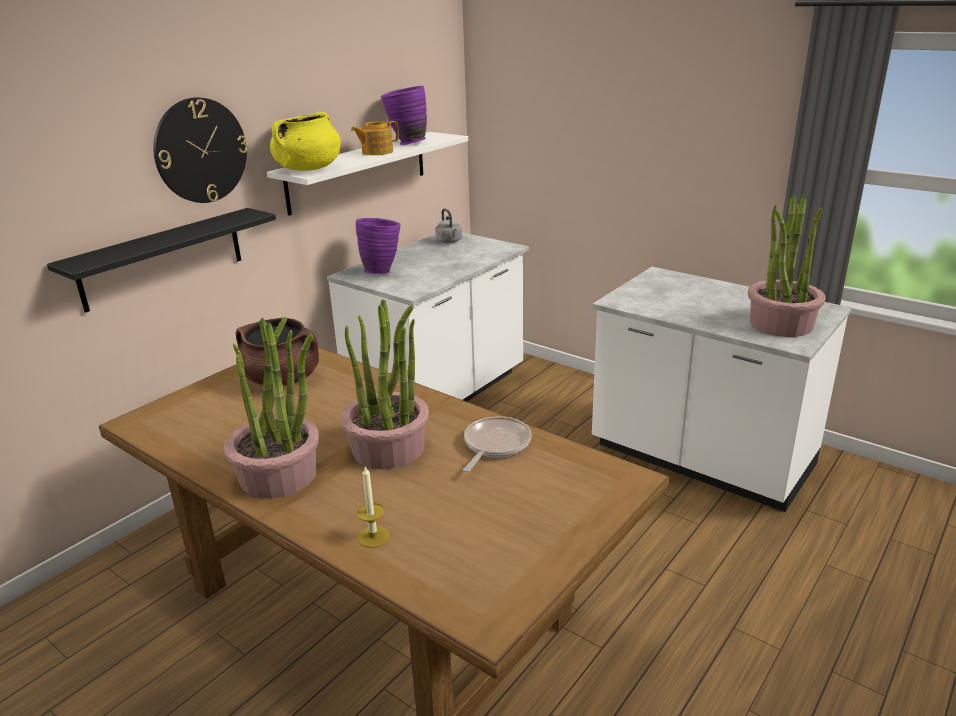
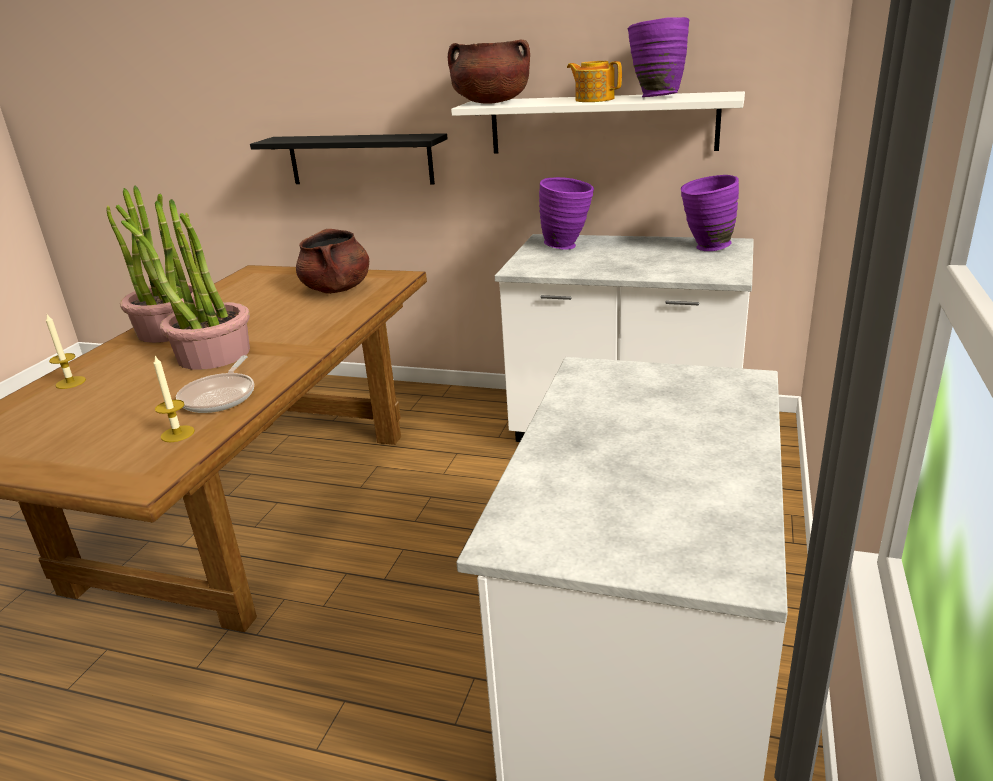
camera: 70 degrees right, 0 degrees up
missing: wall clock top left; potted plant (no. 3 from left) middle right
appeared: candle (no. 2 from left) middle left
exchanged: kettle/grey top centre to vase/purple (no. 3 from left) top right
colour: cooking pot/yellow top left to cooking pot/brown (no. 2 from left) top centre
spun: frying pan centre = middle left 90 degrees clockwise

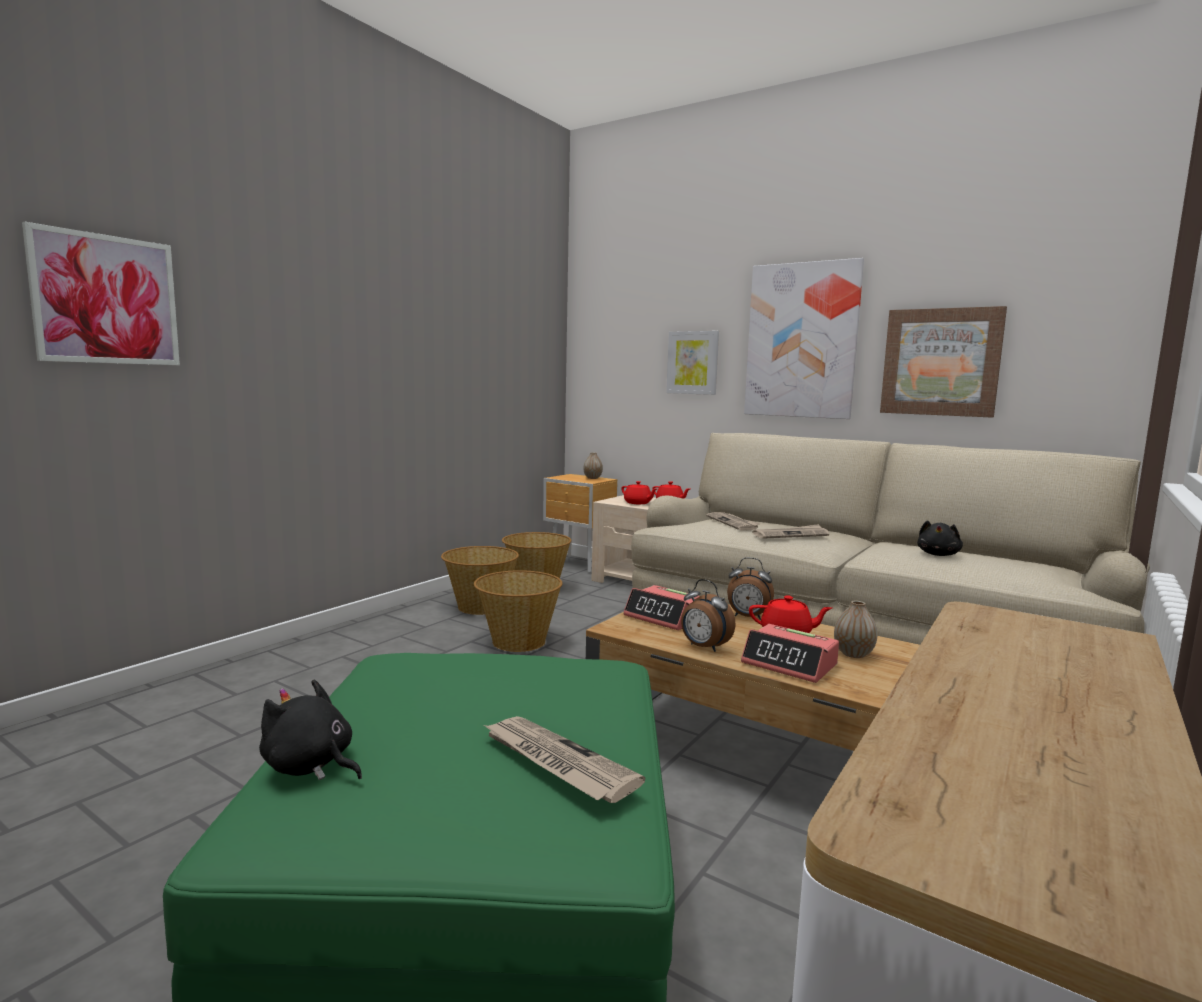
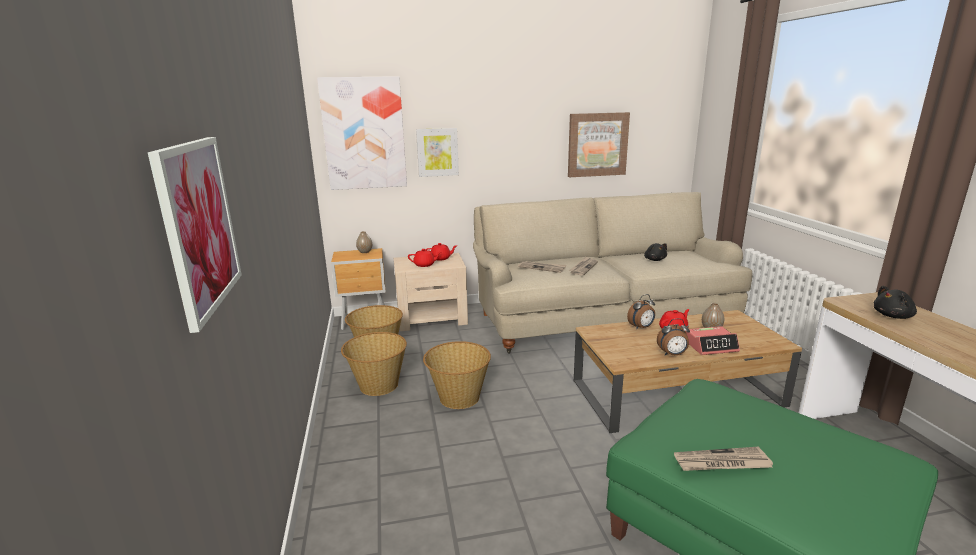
camera: 45 degrees left, 10 degrees up
missing: alarm clock (no. 1 from left) centre
relocated: plush toy/black (no. 1 from left in the first image) bottom left to plush toy/black (no. 2 from left) middle right; newspaper (no. 1 from left in the first image) bottom centre to newspaper (no. 3 from left) bottom right; picture (no. 3 from left in the first image) middle right to picture (no. 2 from left) top centre

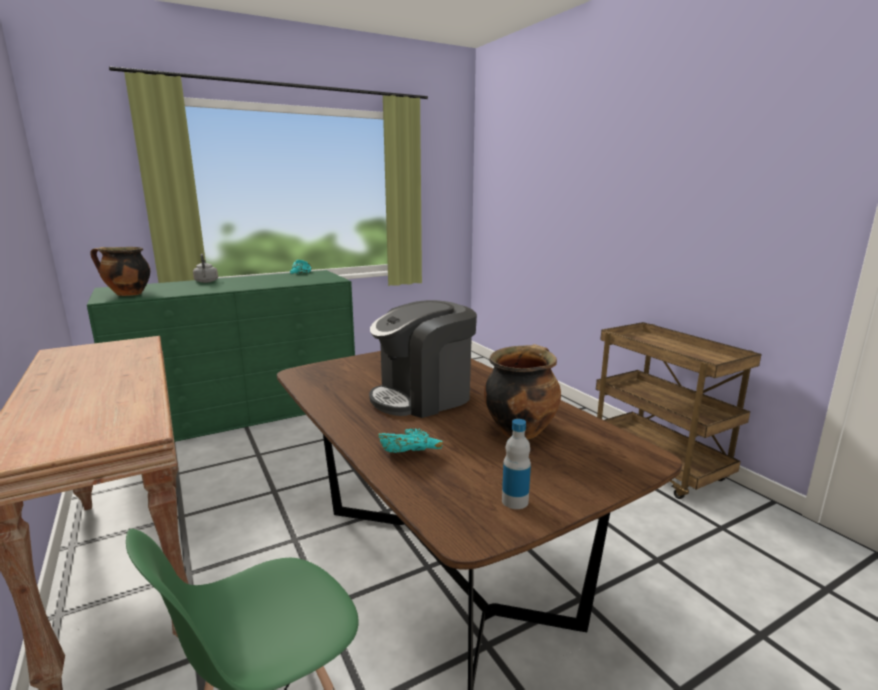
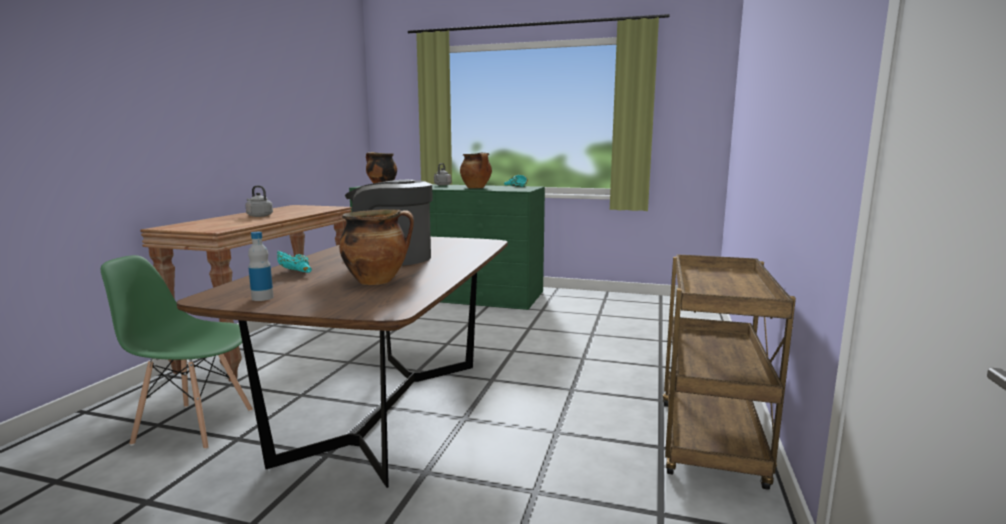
camera: 45 degrees right, 5 degrees down
appeared: kettle/grey (no. 1 from left) middle left; cooking pot (no. 3 from left) top centre

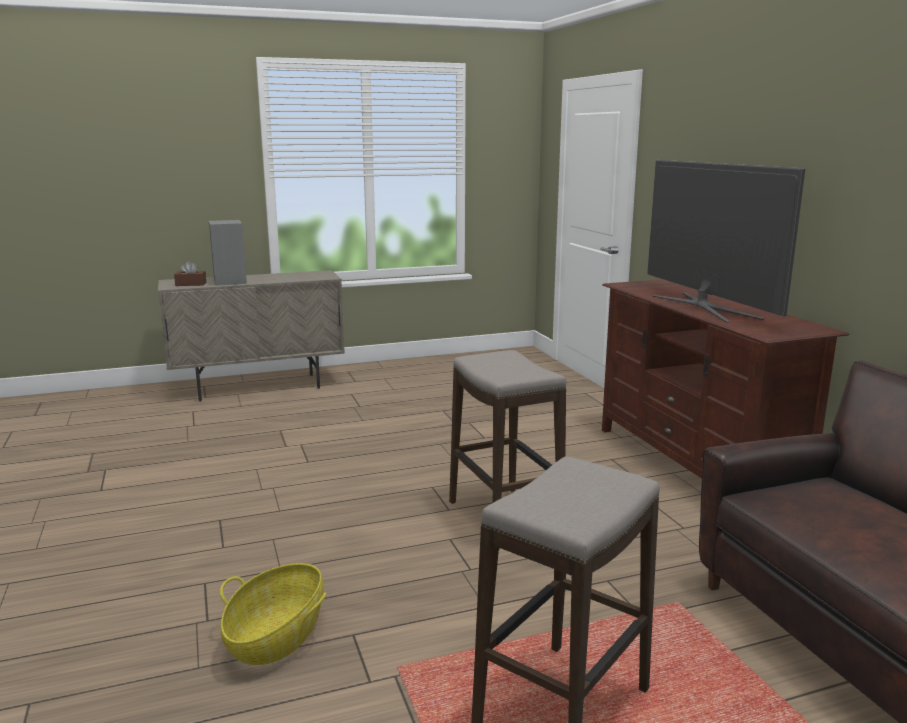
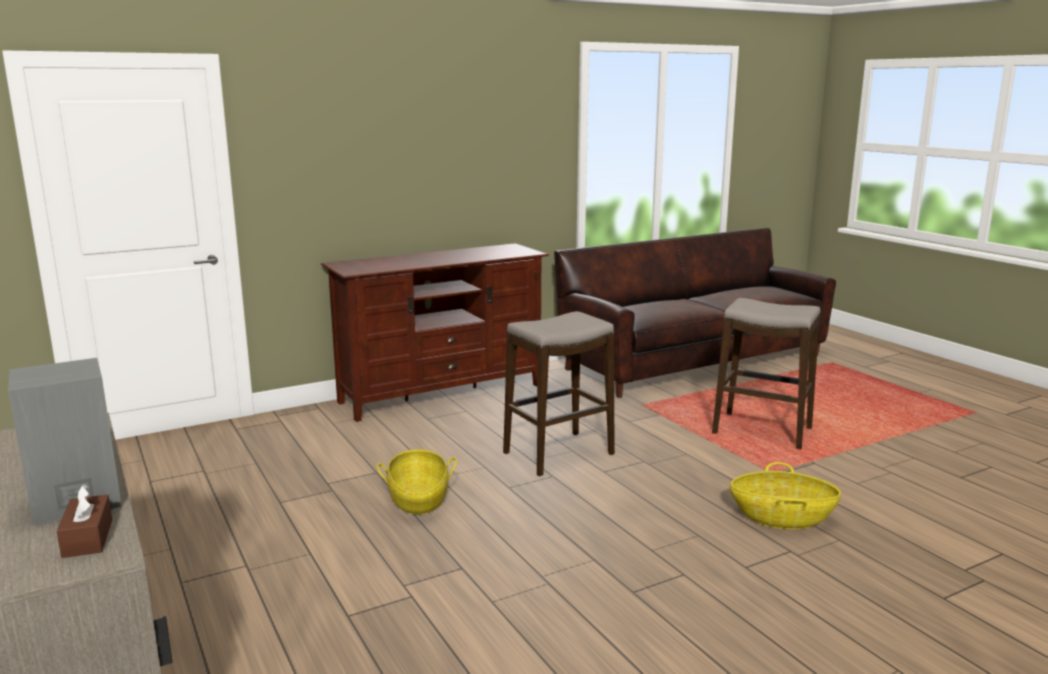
camera: 100 degrees left, 0 degrees up
missing: television middle right
appeared: basket (no. 1 from left) bottom centre

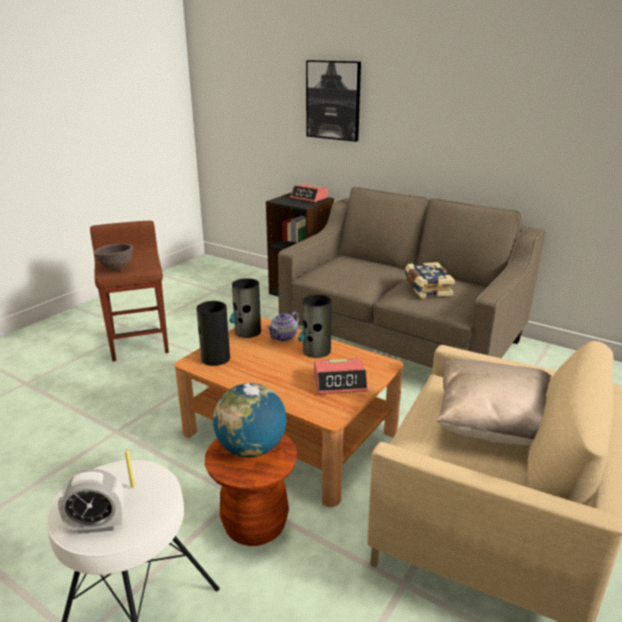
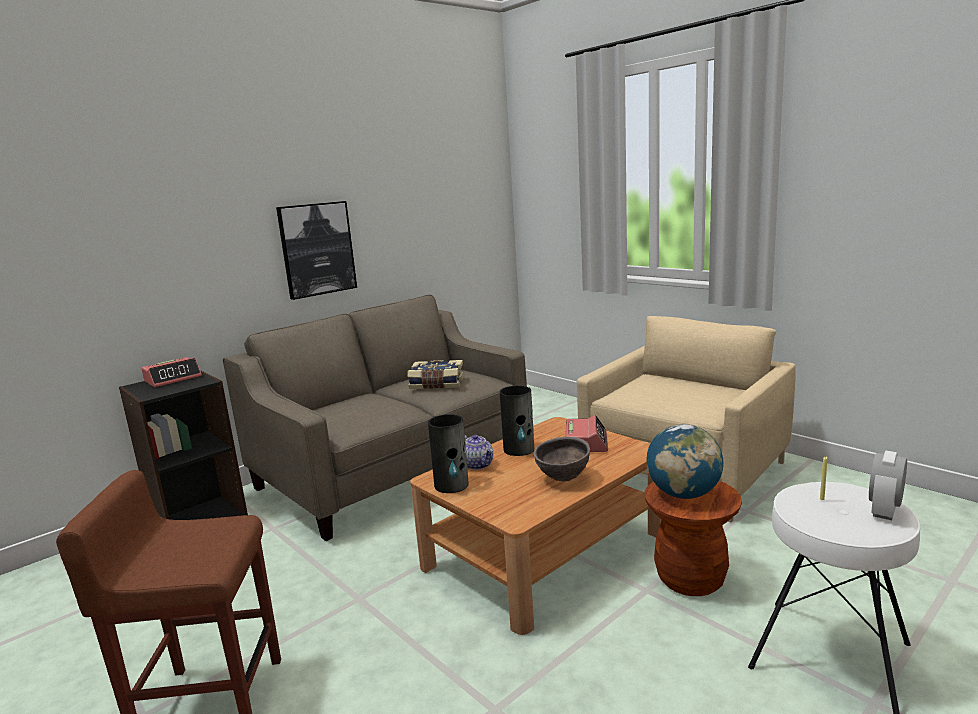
camera: 75 degrees left, 10 degrees down
missing: vase (no. 1 from left) centre; pillow/beige middle right
relocated: bowl/brown middle left to centre; picture top centre to middle left
spun: alarm clock (no. 1 from left in the first image) bottom left = bottom right 150 degrees counterclockwise

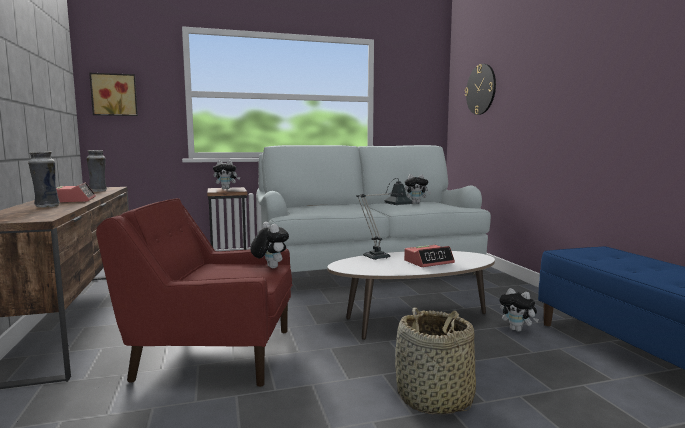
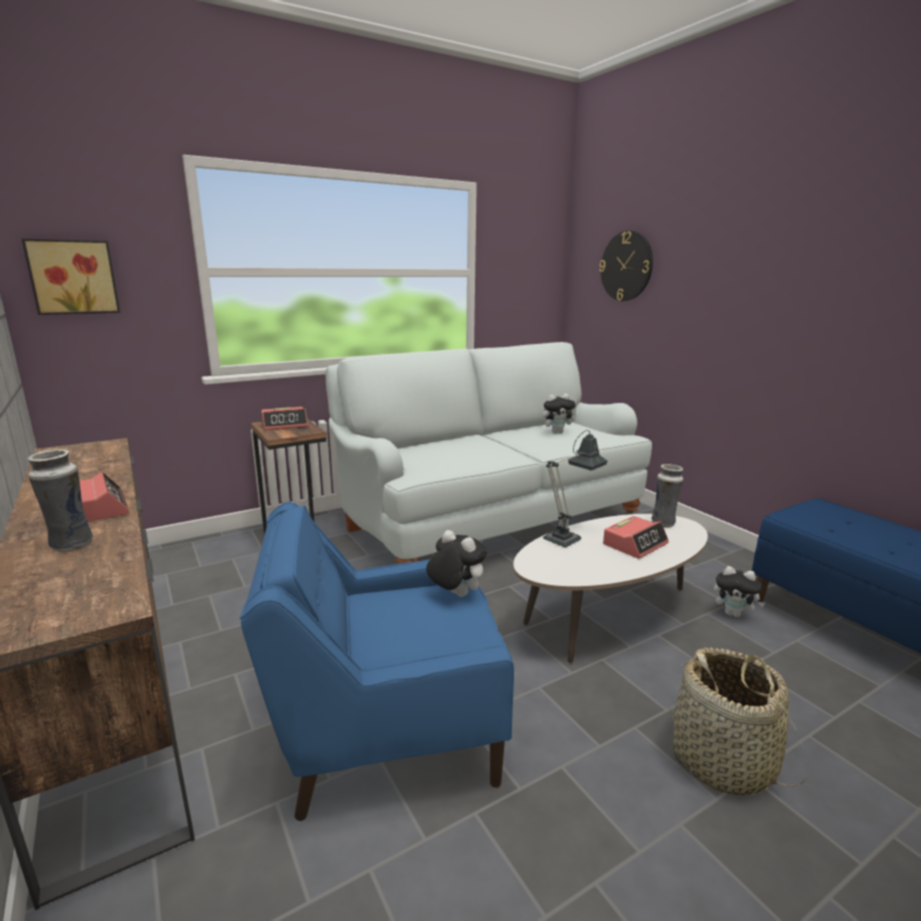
camera: 15 degrees left, 10 degrees up
relocated: vase (no. 2 from left) middle left to middle right
exchanged: plush toy (no. 1 from left) middle left to alarm clock (no. 2 from left) middle left
colour: armchair/red bottom left to armchair/blue bottom centre

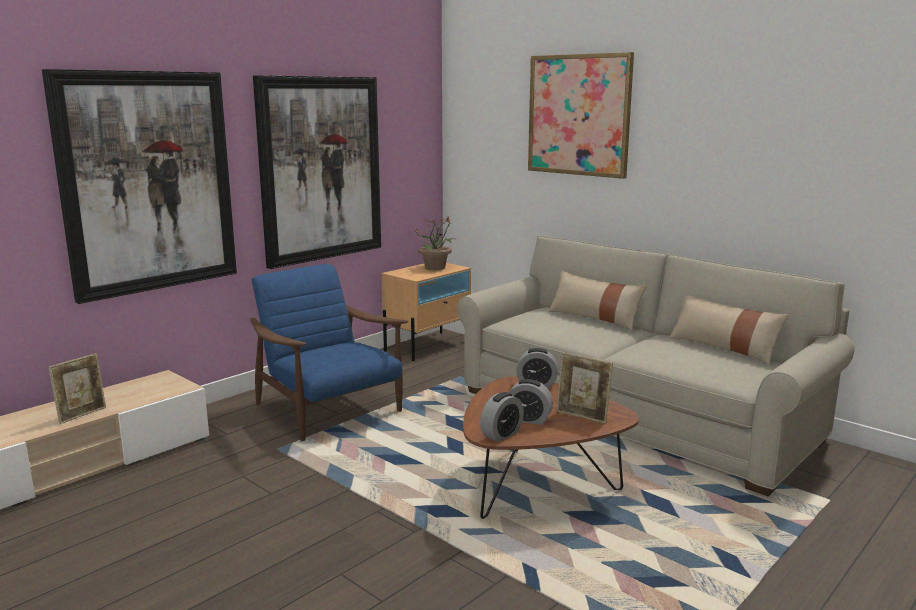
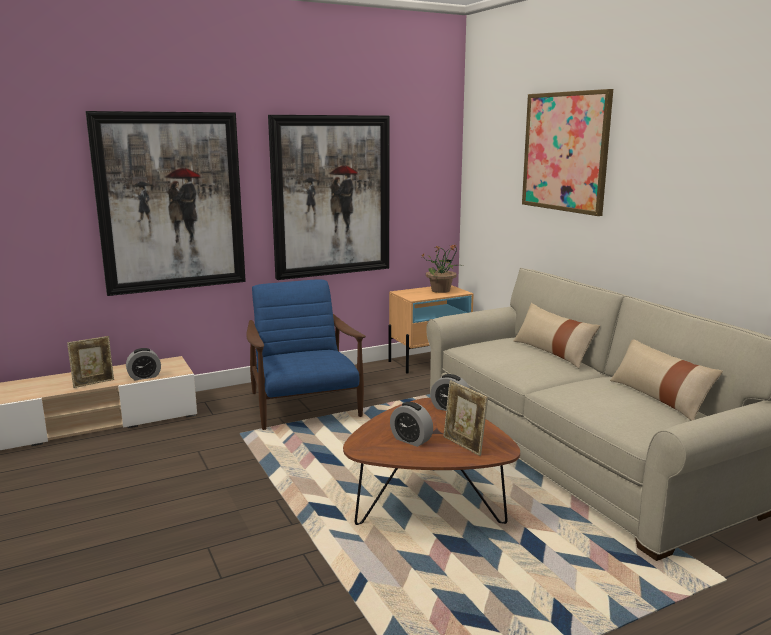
camera: 20 degrees right, 0 degrees up
relocated: alarm clock (no. 1 from left) bottom centre to middle left

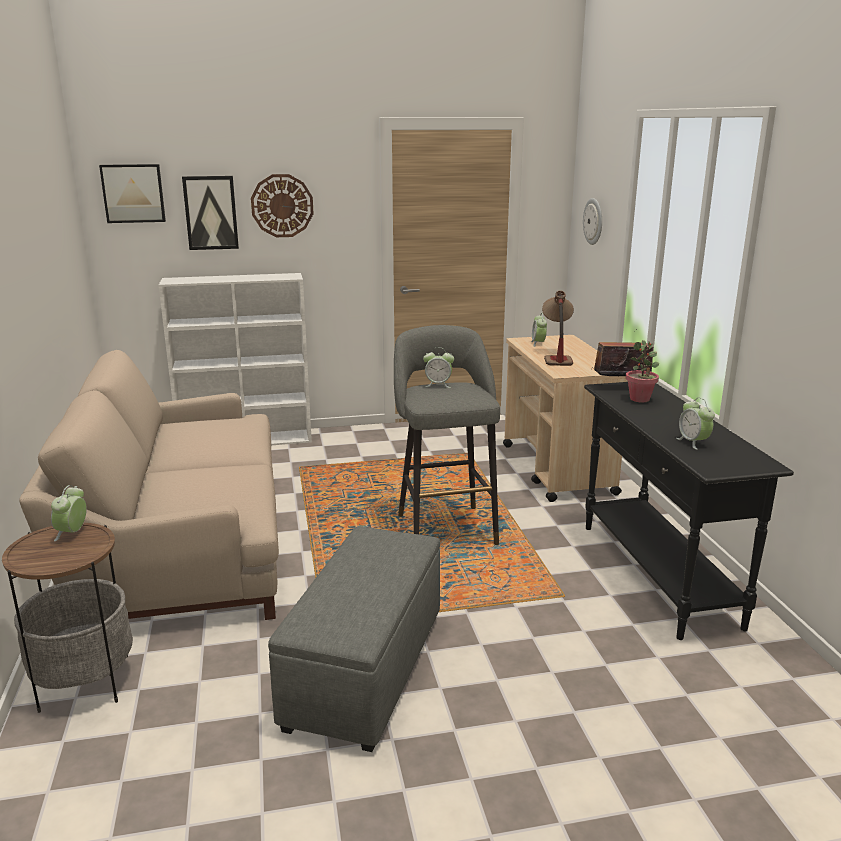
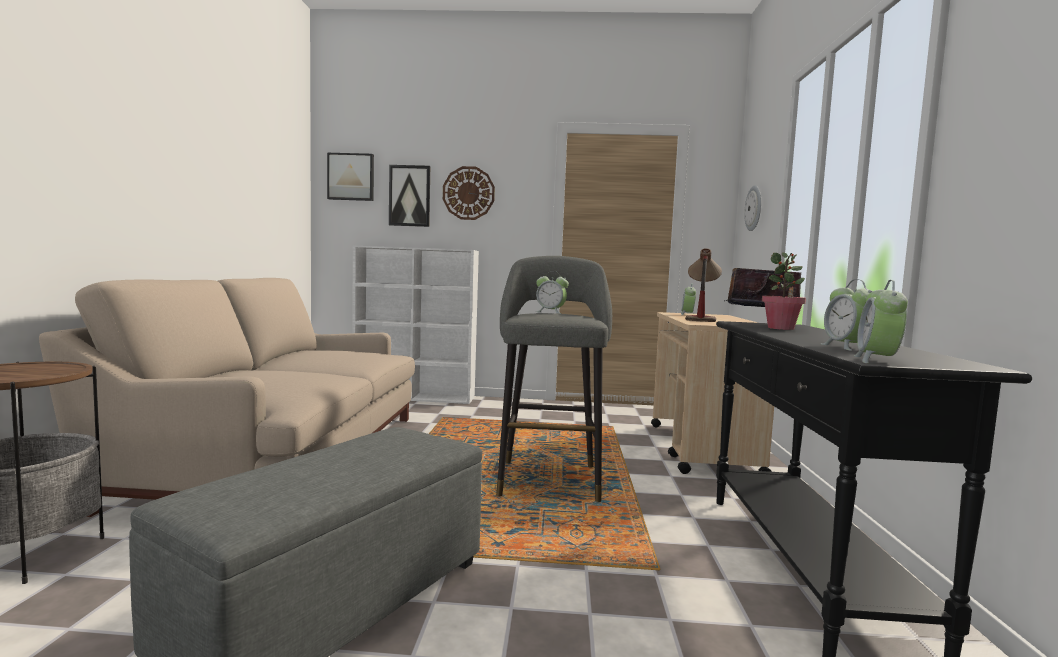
camera: 15 degrees right, 15 degrees down
relocated: alarm clock (no. 1 from left in the first image) middle left to alarm clock (no. 4 from left) middle right

